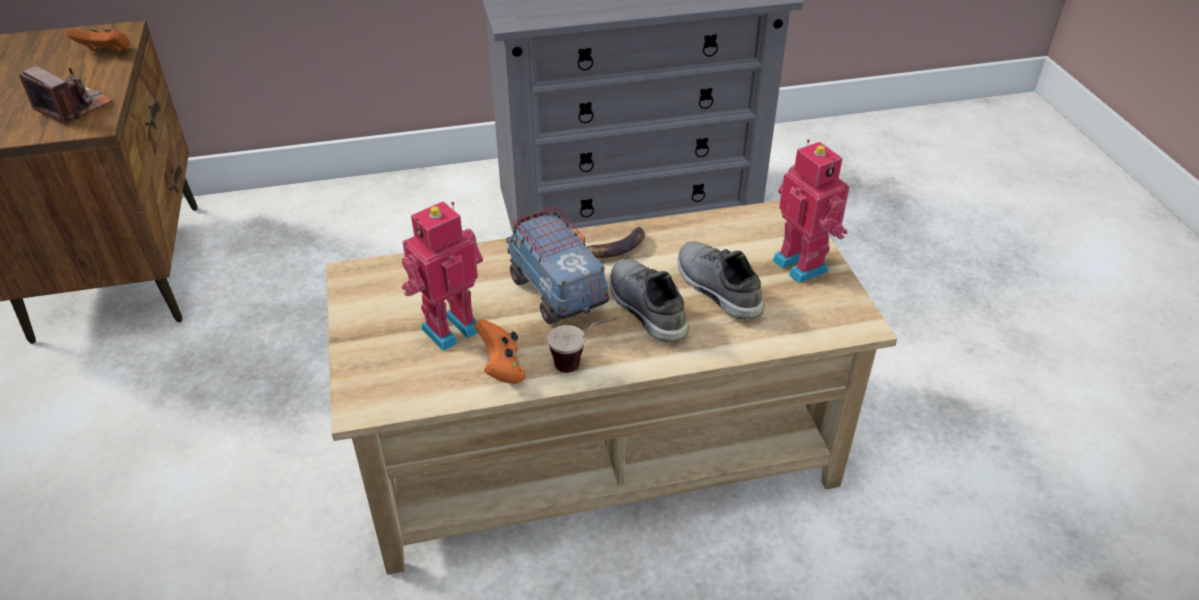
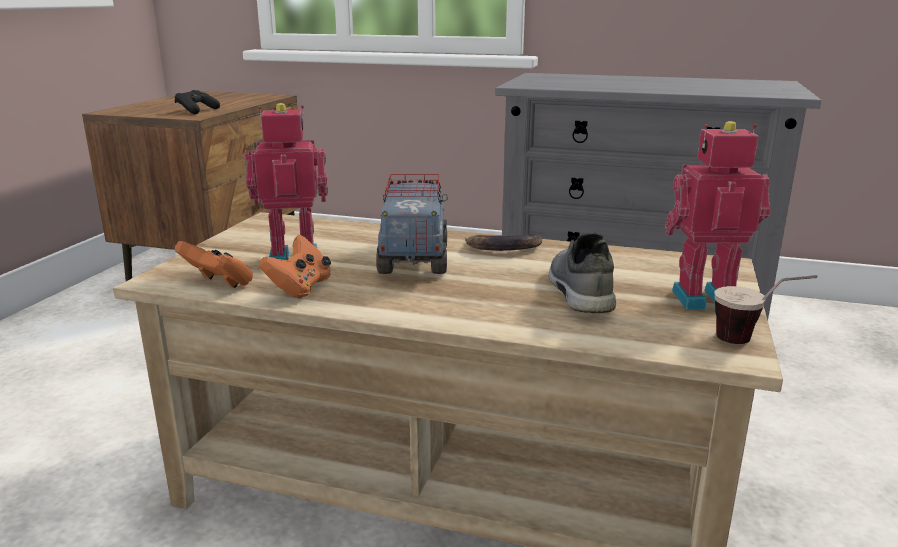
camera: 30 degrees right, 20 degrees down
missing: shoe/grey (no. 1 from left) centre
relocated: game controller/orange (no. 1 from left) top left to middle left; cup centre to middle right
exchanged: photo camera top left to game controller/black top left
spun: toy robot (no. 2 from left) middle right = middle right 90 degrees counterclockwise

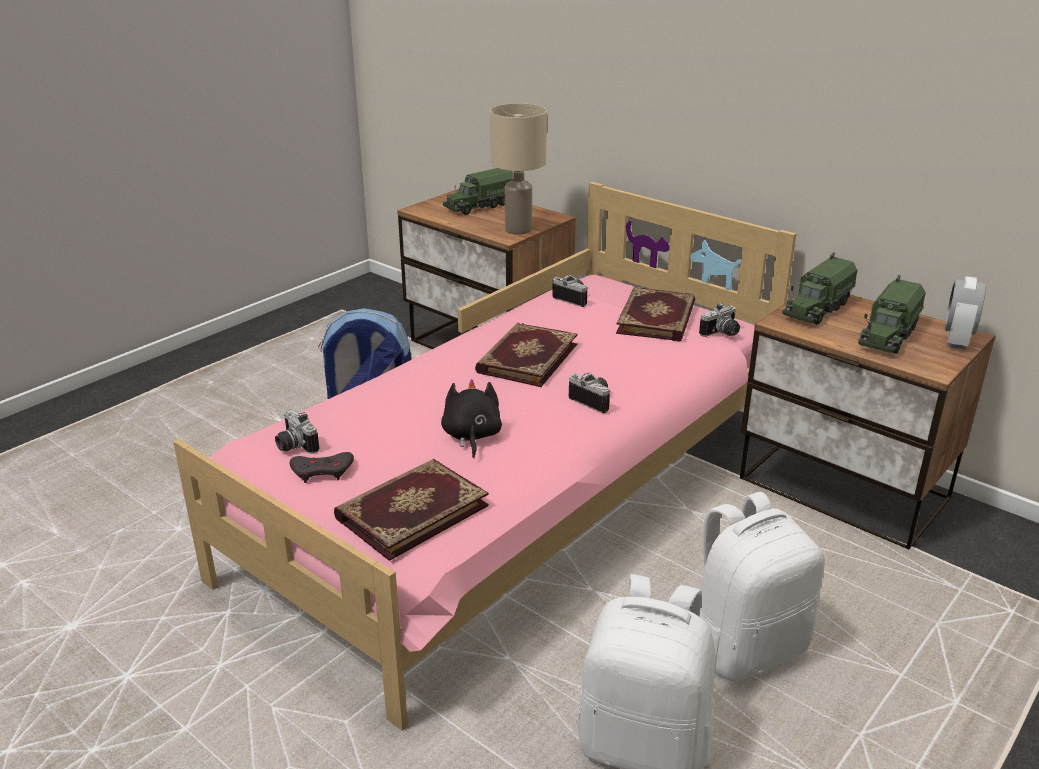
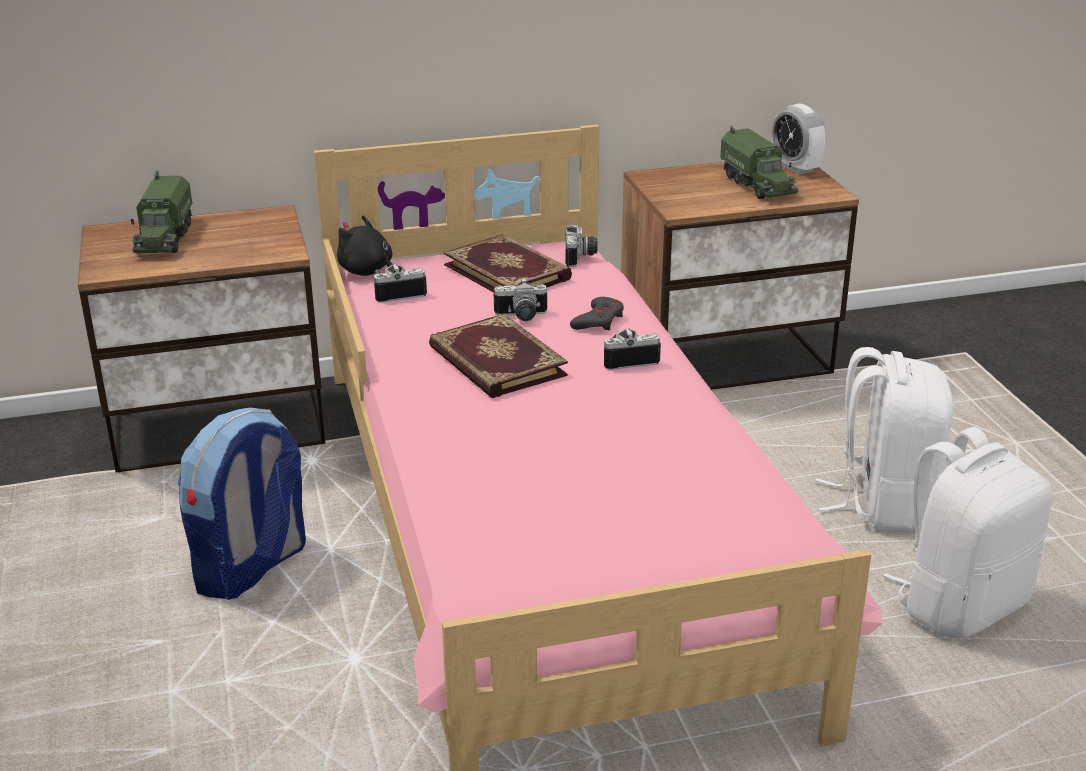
camera: 55 degrees left, 0 degrees up
missing: book (no. 1 from left) centre; table lamp/beige top centre; toy truck (no. 2 from left) middle right
relocated: photo camera (no. 1 from left in the first image) middle left to photo camera (no. 2 from left) centre; game controller/grey middle left to centre; plush toy/black centre to top centre

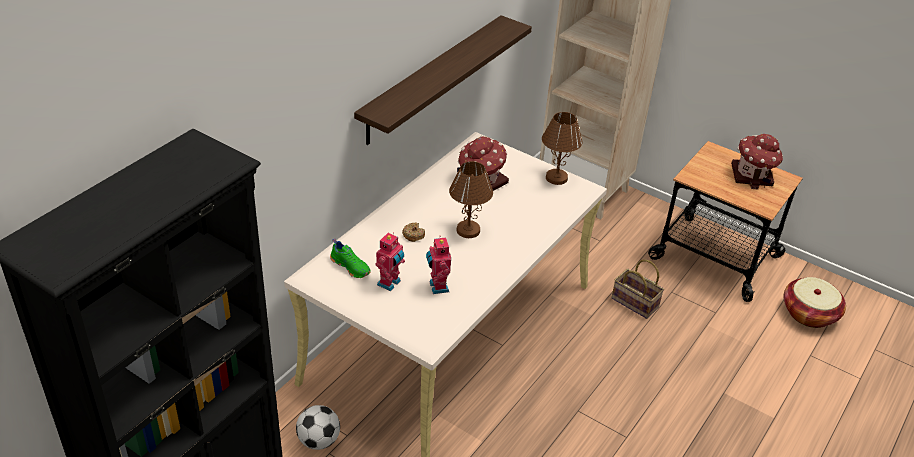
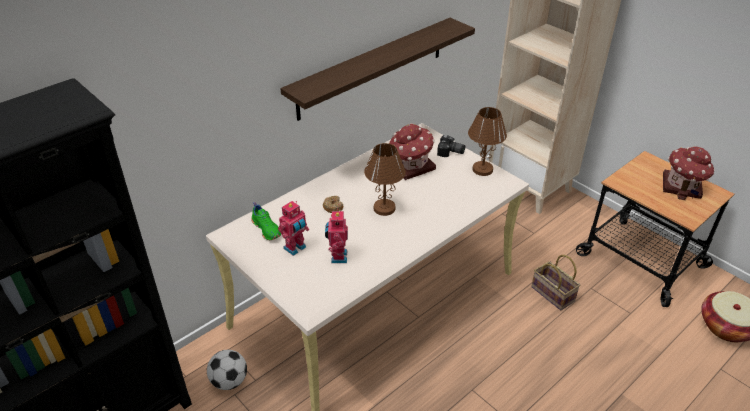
camera: 15 degrees right, 0 degrees up
appeared: photo camera centre

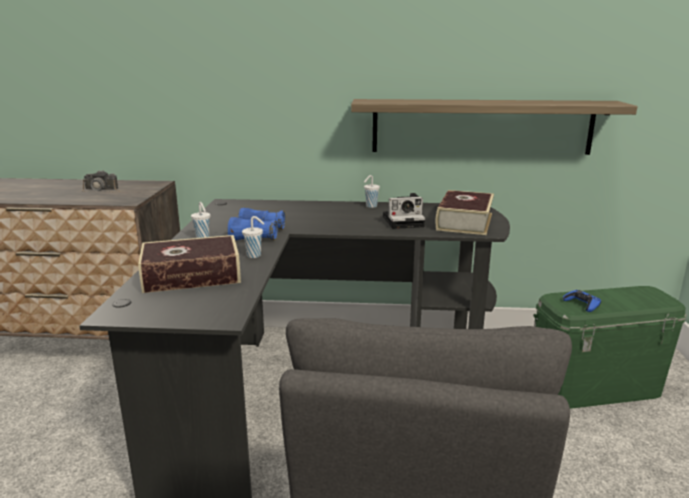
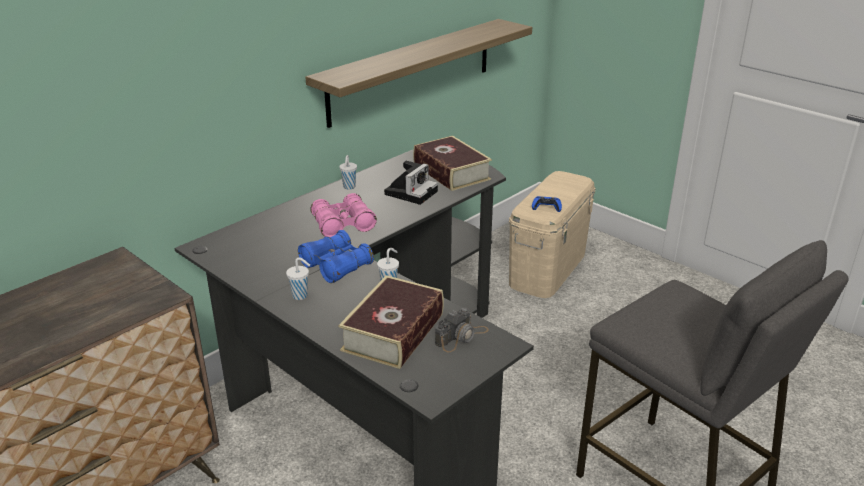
camera: 50 degrees left, 10 degrees up
appeared: binoculars/pink centre
relocated: photo camera (no. 1 from left in the first image) middle left to photo camera (no. 2 from left) bottom centre
colour: storage box/green bottom right to storage box/beige centre

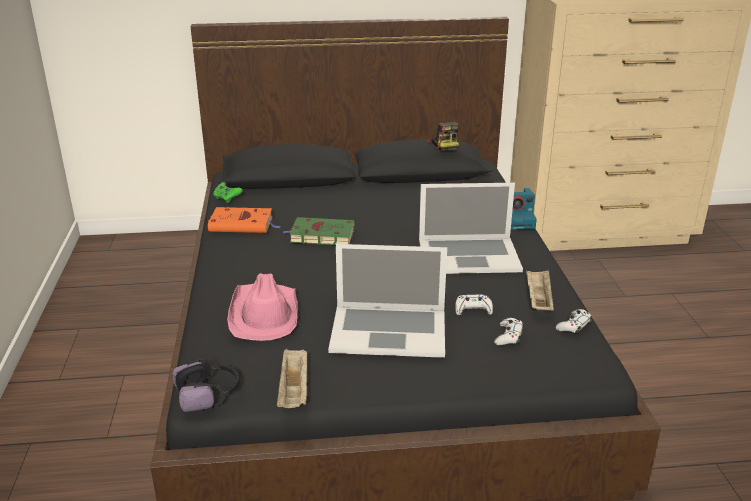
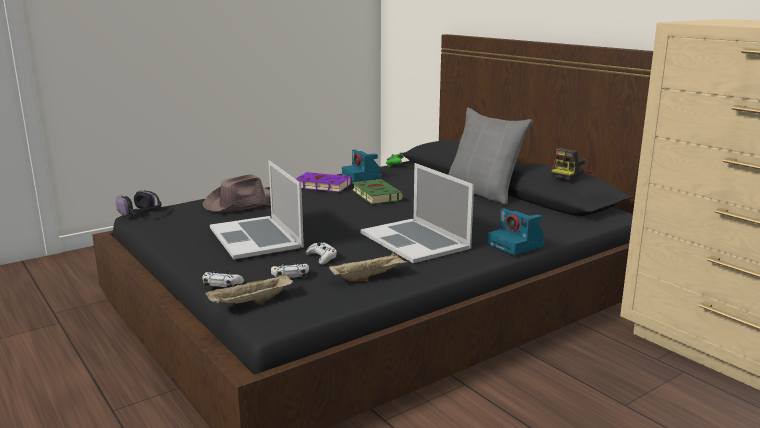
camera: 60 degrees right, 10 degrees down
appeared: book/purple centre; pillow/grey centre
relocated: tray/beige (no. 1 from left) bottom centre to bottom left; game controller/white (no. 3 from left in the first image) middle right to game controller/white (no. 1 from left) middle left
exchanged: book/orange middle left to photo camera (no. 1 from left) centre
colour: hat/pink centre to hat/brown middle left

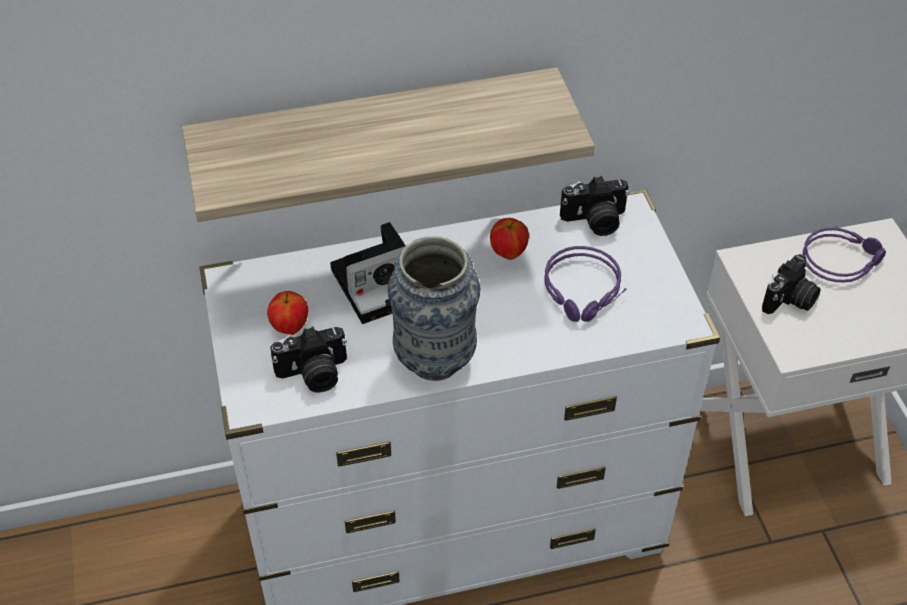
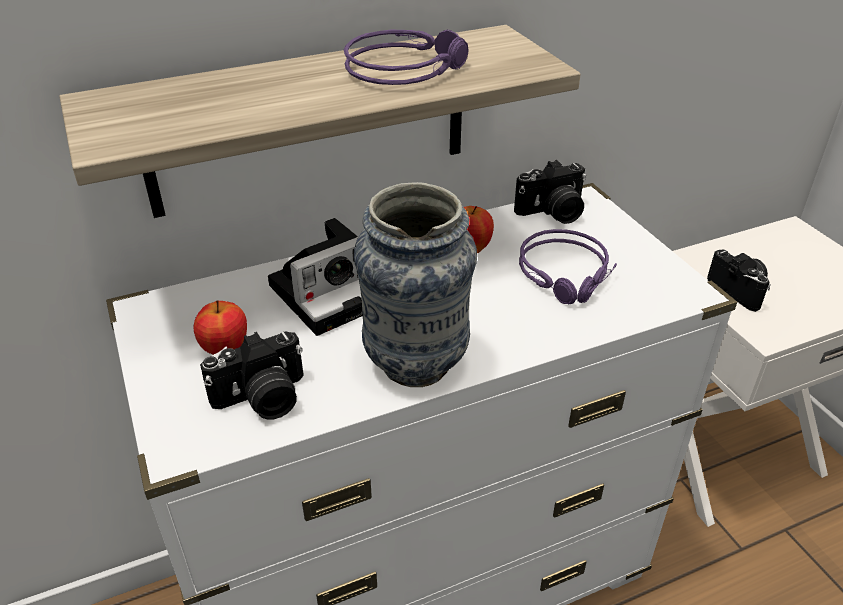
camera: 10 degrees left, 10 degrees down
relocated: headphones/purple (no. 2 from left in the first image) middle right to headphones/purple (no. 1 from left) top centre
spun: photo camera (no. 4 from left) middle right = middle right 60 degrees counterclockwise

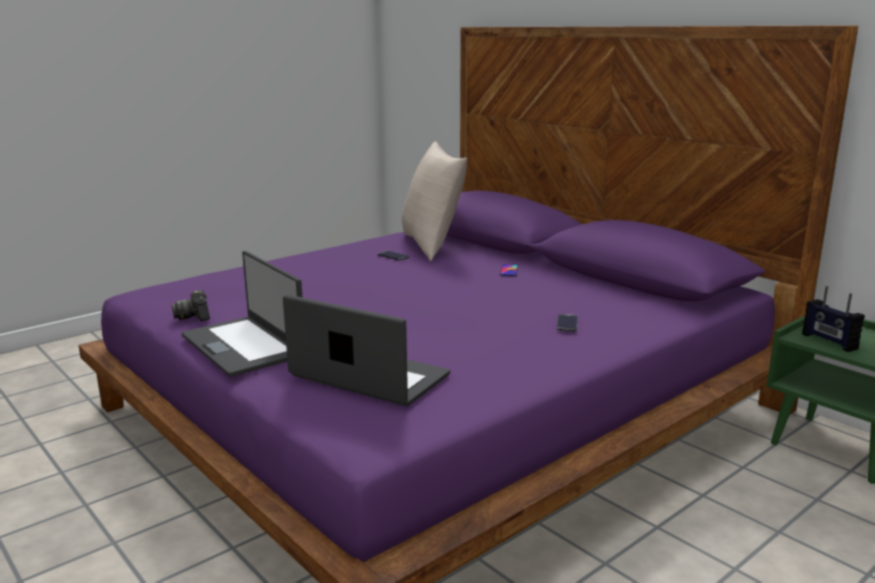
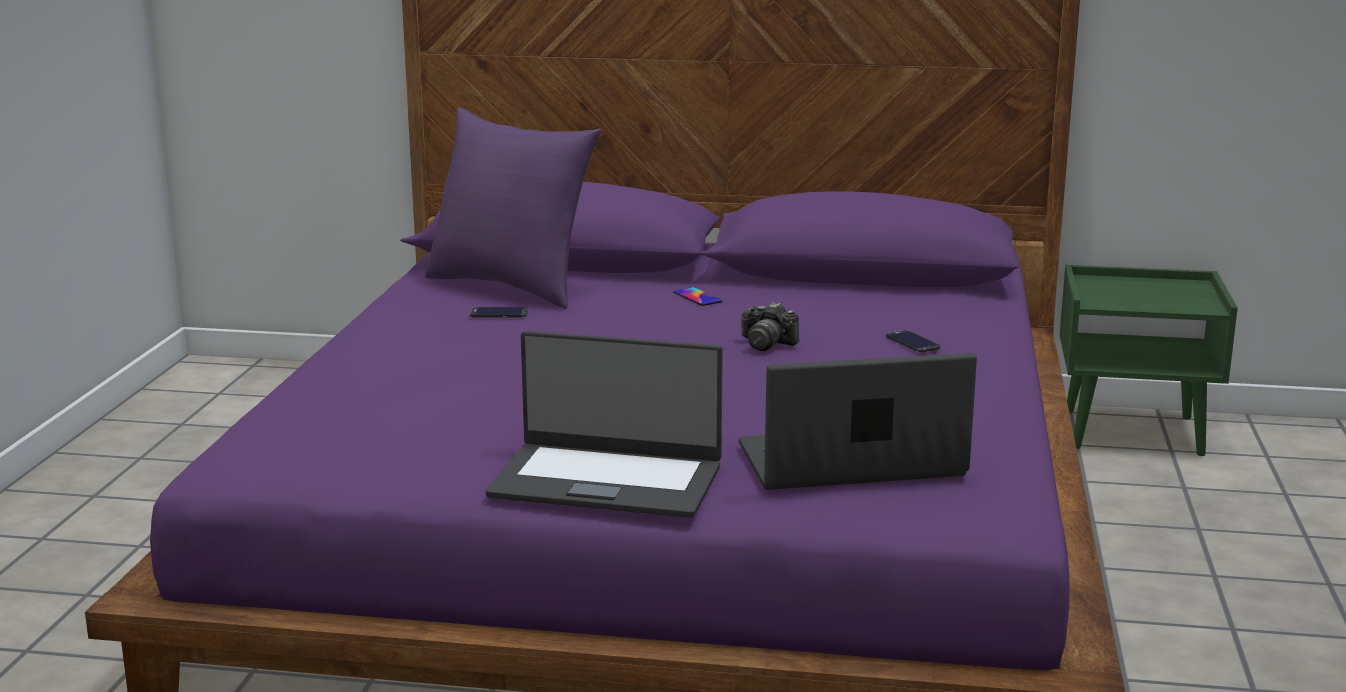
camera: 40 degrees left, 0 degrees up
missing: radio middle right
relocated: photo camera middle left to centre
colour: pillow/beige centre to pillow/purple top centre

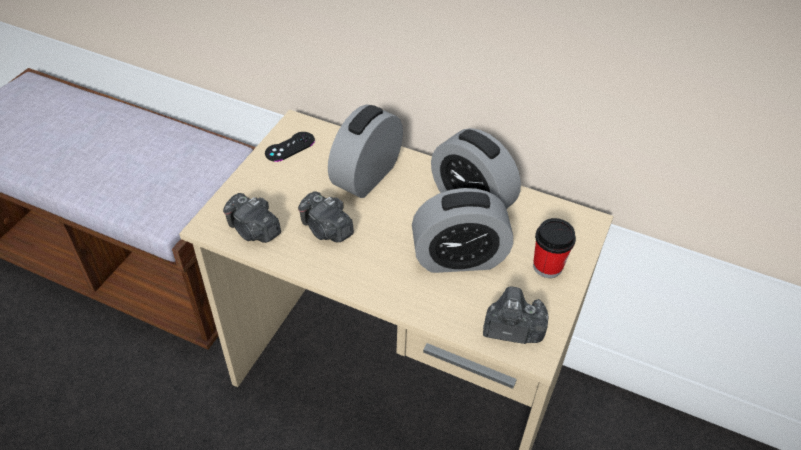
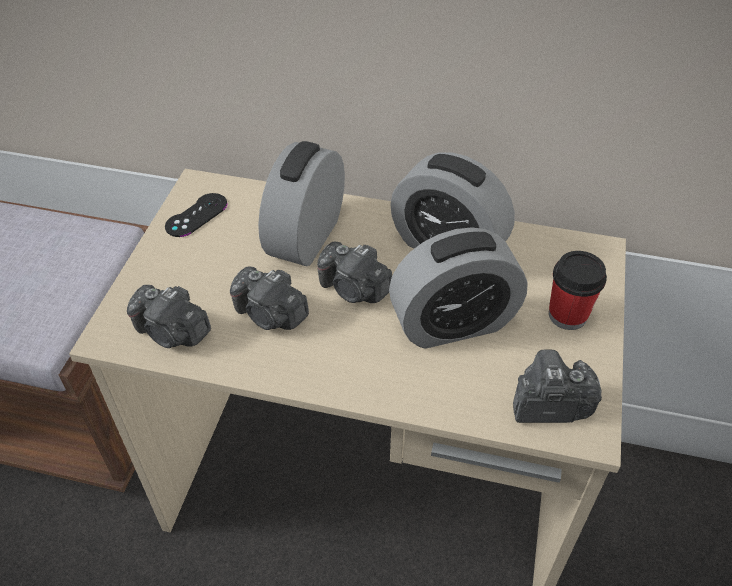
camera: 10 degrees left, 0 degrees up
appeared: photo camera (no. 3 from left) centre

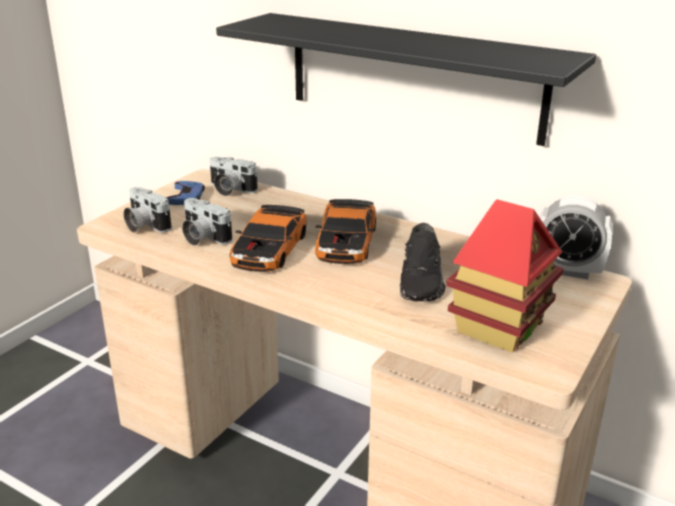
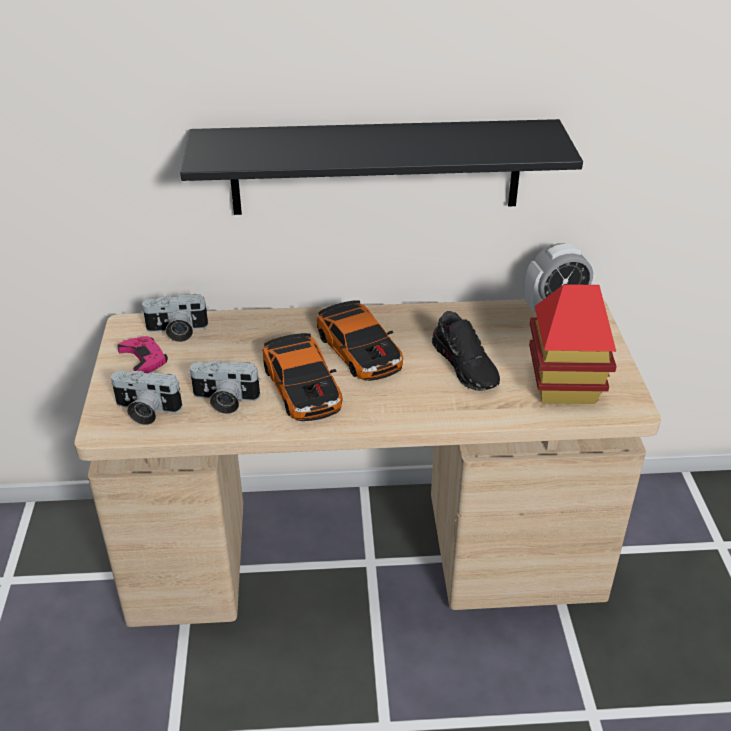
camera: 35 degrees left, 10 degrees up
colour: game controller/blue middle left to game controller/pink middle left

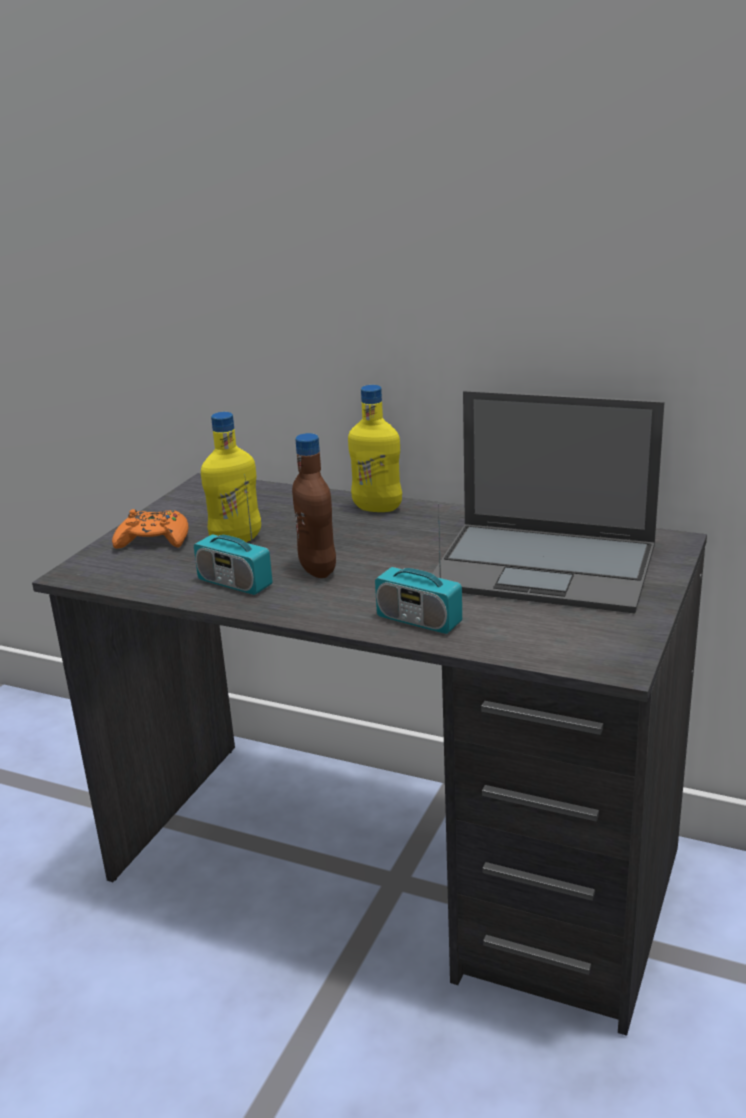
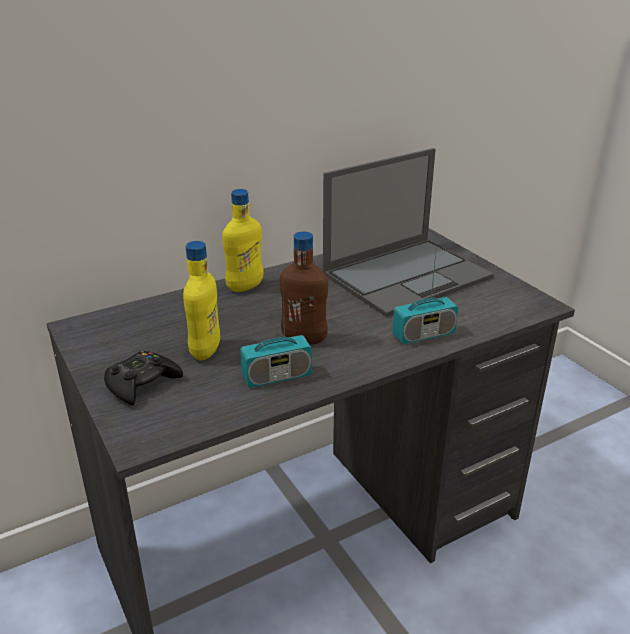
camera: 55 degrees left, 5 degrees up
colour: game controller/orange middle left to game controller/black middle left

